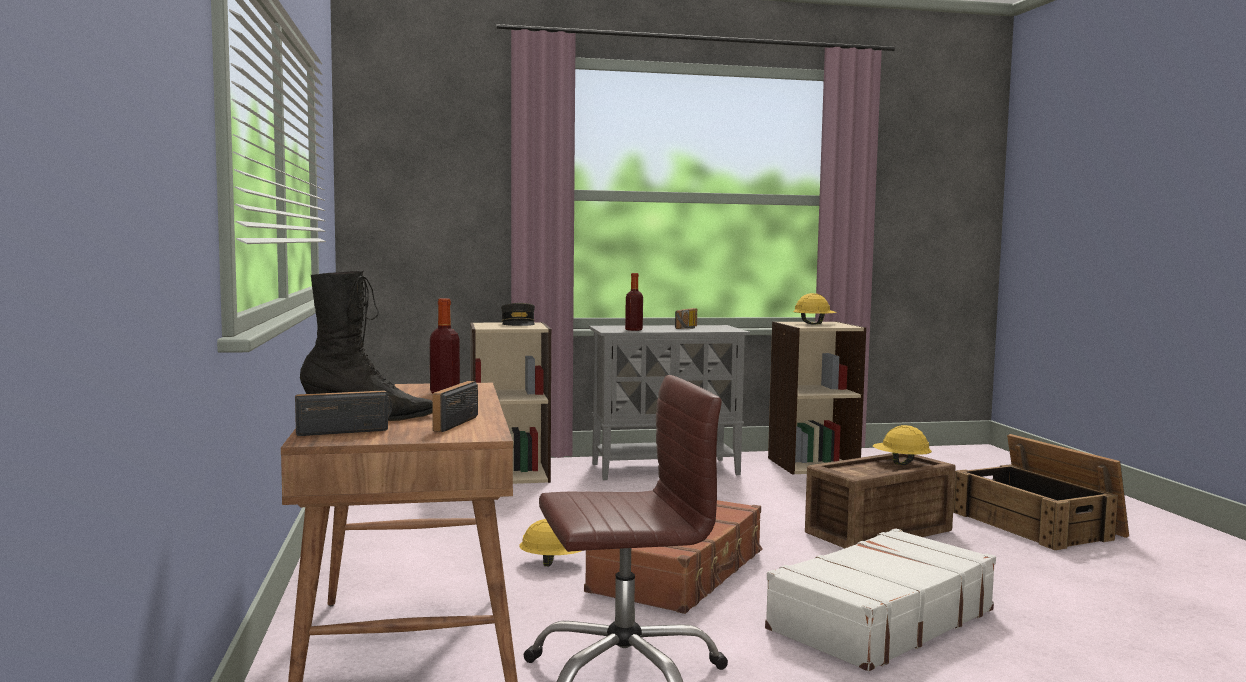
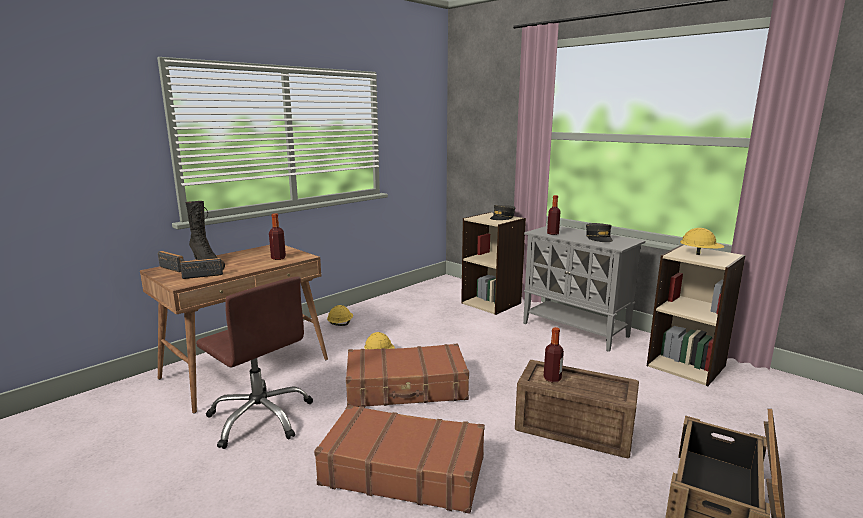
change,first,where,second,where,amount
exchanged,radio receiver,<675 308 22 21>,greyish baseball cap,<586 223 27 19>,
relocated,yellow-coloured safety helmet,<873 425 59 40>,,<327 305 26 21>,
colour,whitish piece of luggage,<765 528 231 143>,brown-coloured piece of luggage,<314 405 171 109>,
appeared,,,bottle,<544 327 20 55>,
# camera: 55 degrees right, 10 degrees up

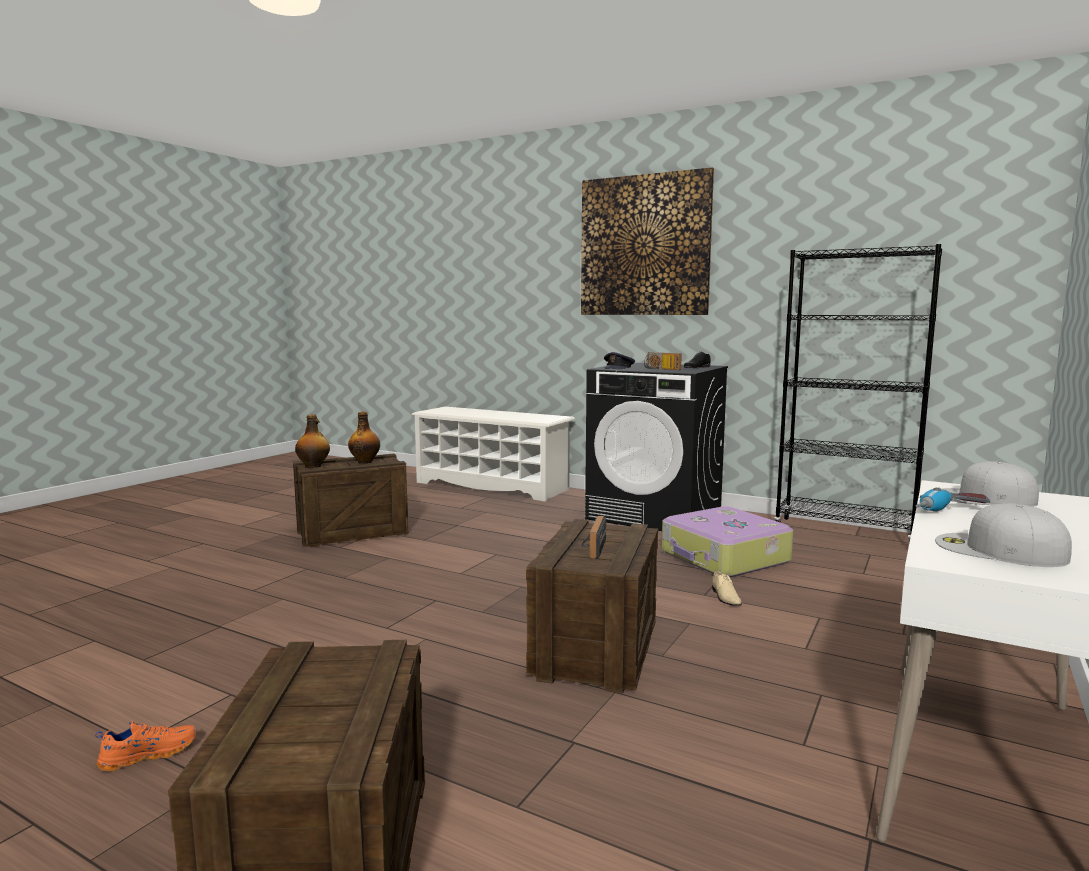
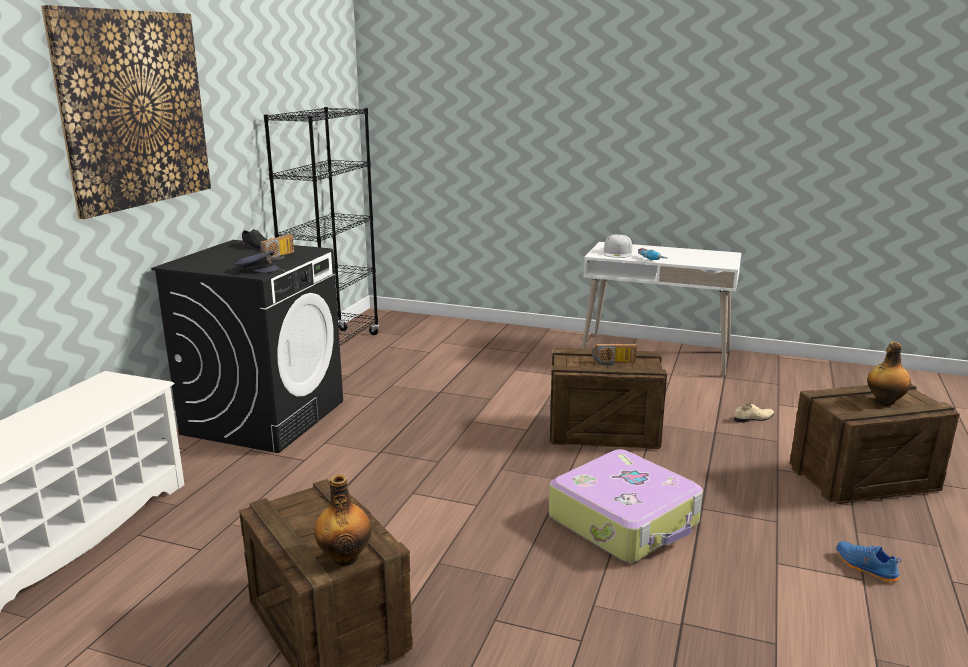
change,first,where,second,where,amount
relocated,bottle,<348 412 32 52>,,<867 342 44 63>,
missing,whitish baseball cap,<935 503 137 64>,,,
relocated,piece of luggage,<662 506 132 71>,,<549 449 154 113>,
relocated,beige-coloured item of footwear,<712 571 30 35>,,<734 403 40 20>,
colour,orangey item of footwear,<95 721 102 50>,blue item of footwear,<837 541 65 41>,
# camera: 100 degrees left, 10 degrees up

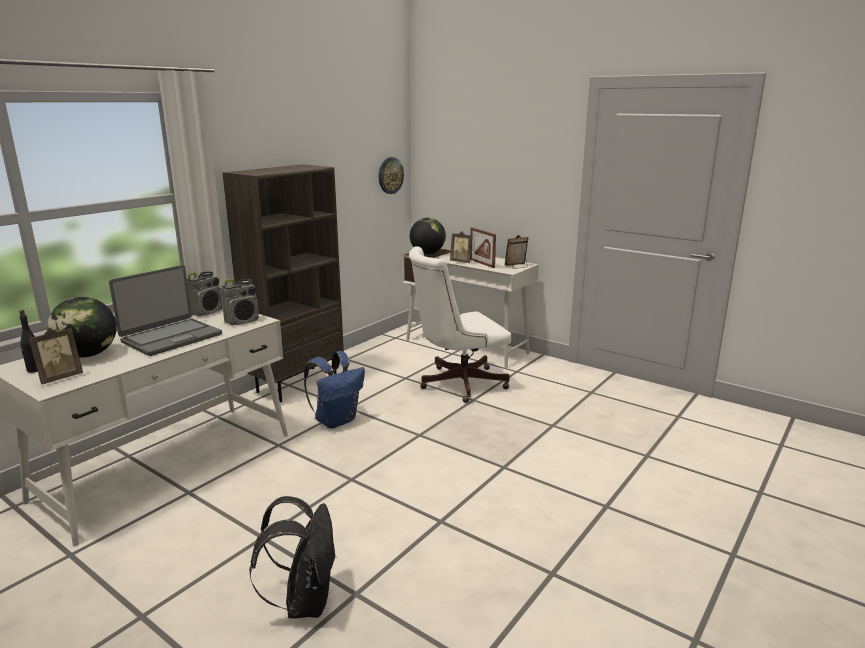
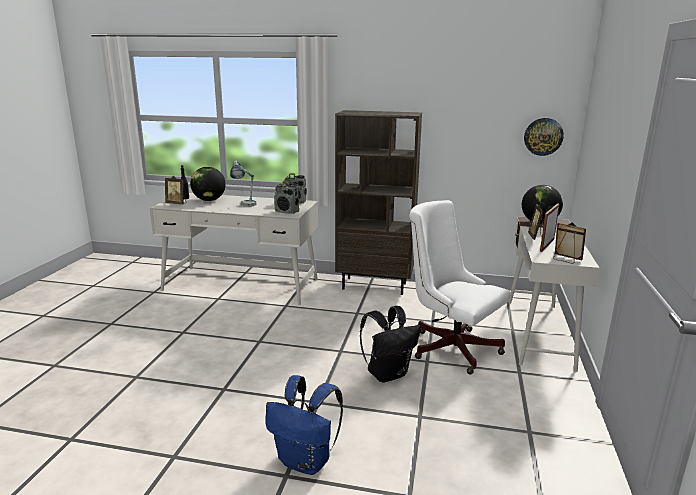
change,first,where,second,where,amount
exchanged,notebook computer,<109 265 113 91>,tabletop lamp,<230 160 26 47>,
relocated,blue backpack,<304 351 61 78>,,<265 375 78 100>,
relocated,black-coloured backpack,<249 496 88 123>,,<360 306 61 77>,
# camera: 65 degrees right, 0 degrees up

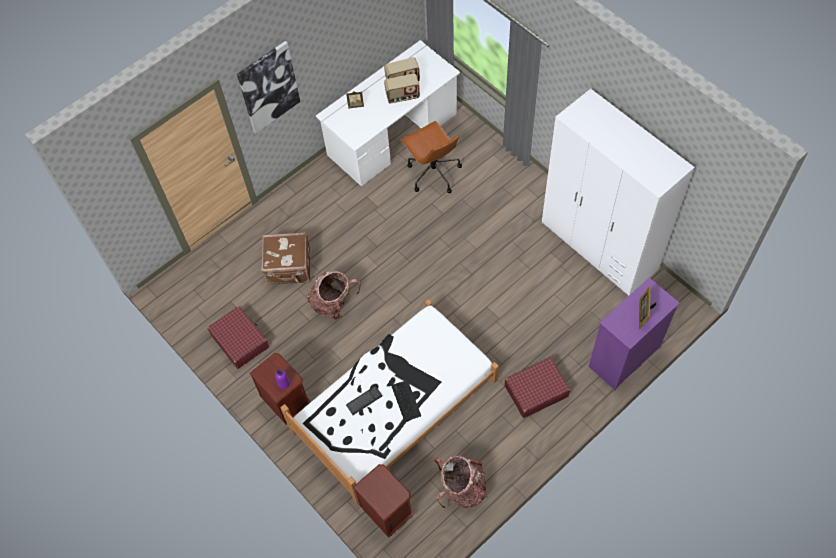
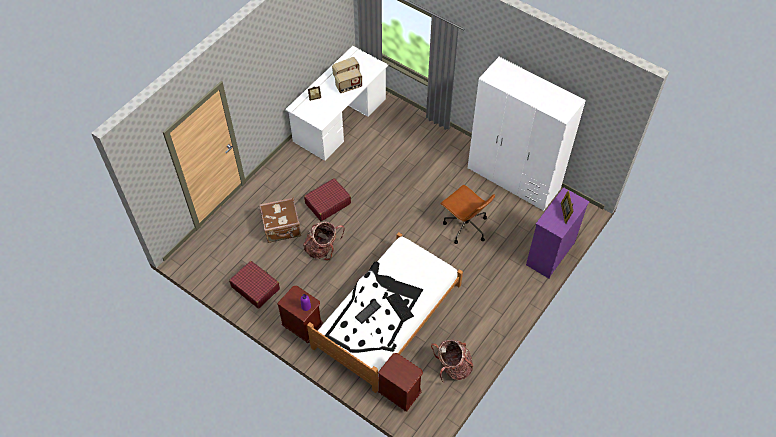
change,first,where,second,where,amount
missing,wall picture,<237 41 63 92>,,,
relocated,brown-coloured desk chair,<401 121 61 72>,,<440 185 55 59>,
relocated,red-coloured piece of luggage,<504 357 66 61>,,<304 178 47 43>,
# camera: 15 degrees left, 5 degrees down

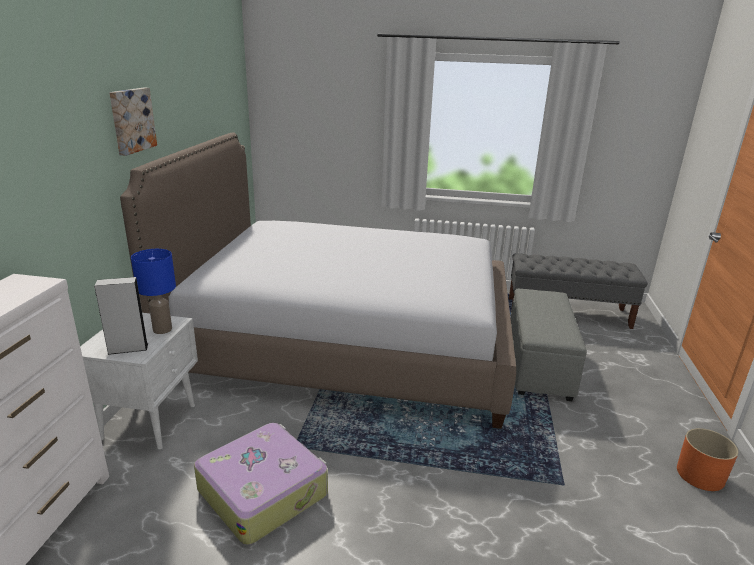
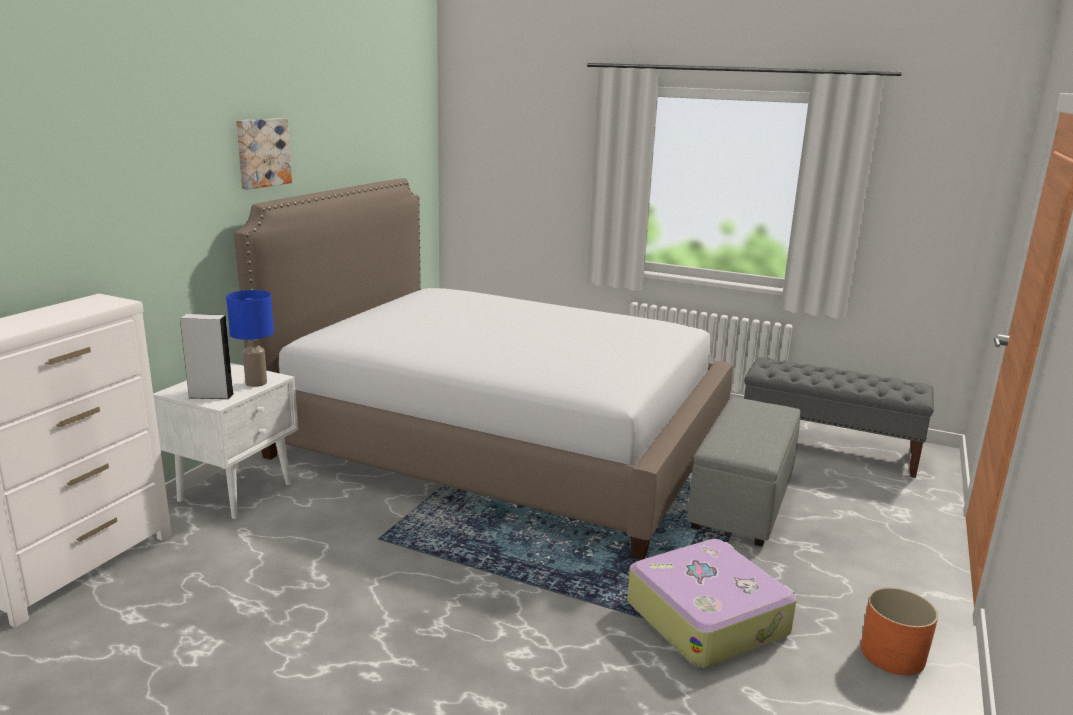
change,first,where,second,where,amount
relocated,piece of luggage,<194 423 134 122>,,<627 539 170 129>,
# camera: 15 degrees right, 5 degrees down

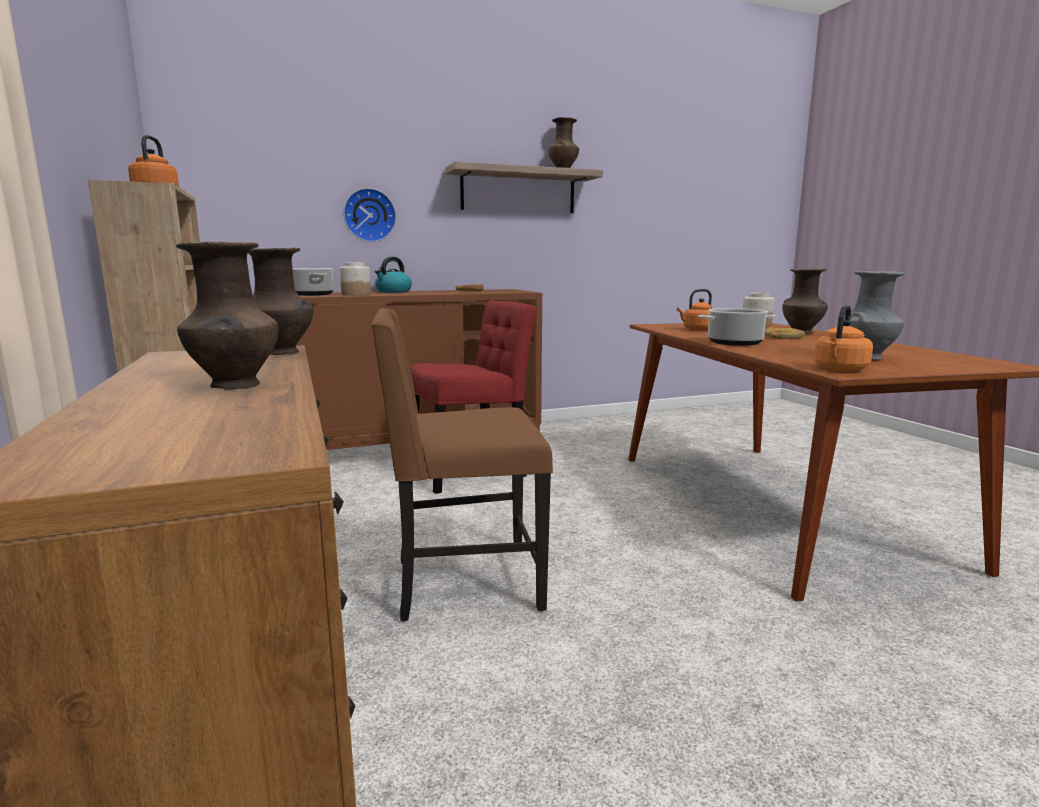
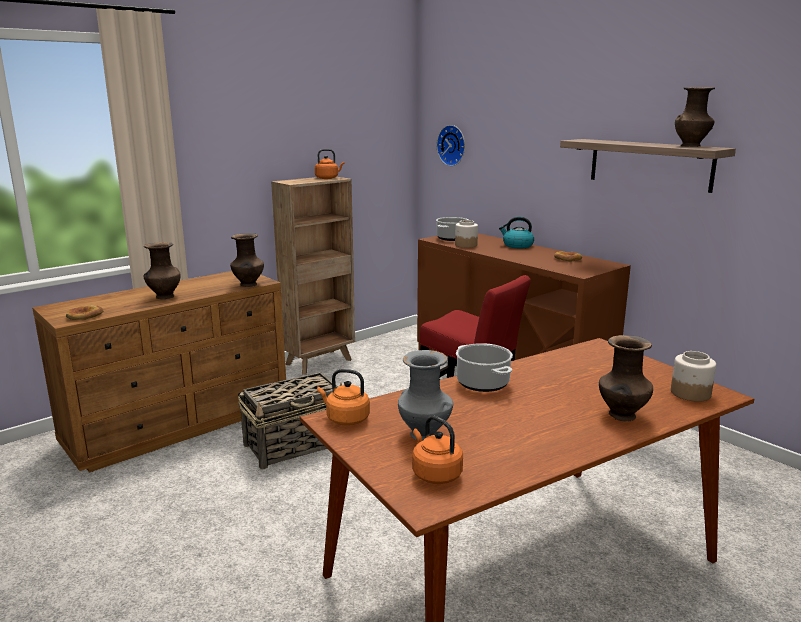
change,first,where,second,where,amount
relocated,hanging clock,<343 188 53 54>,,<436 125 29 41>,
relocated,orangey tea kettle,<677 289 35 42>,,<412 416 51 68>,
exchanged,brown-coloured plain chair,<371 308 182 313>,household basket,<238 372 104 97>,
relocated,bread,<764 327 41 12>,,<66 305 37 15>,
# camera: 70 degrees right, 5 degrees up

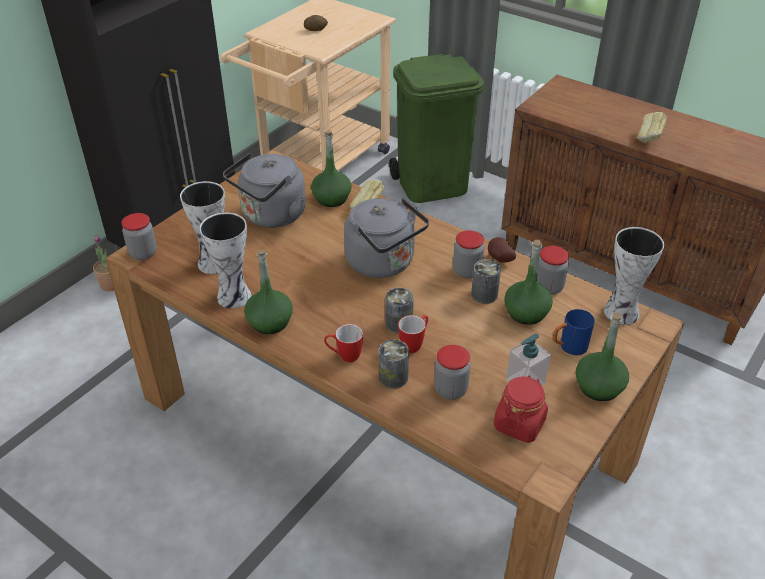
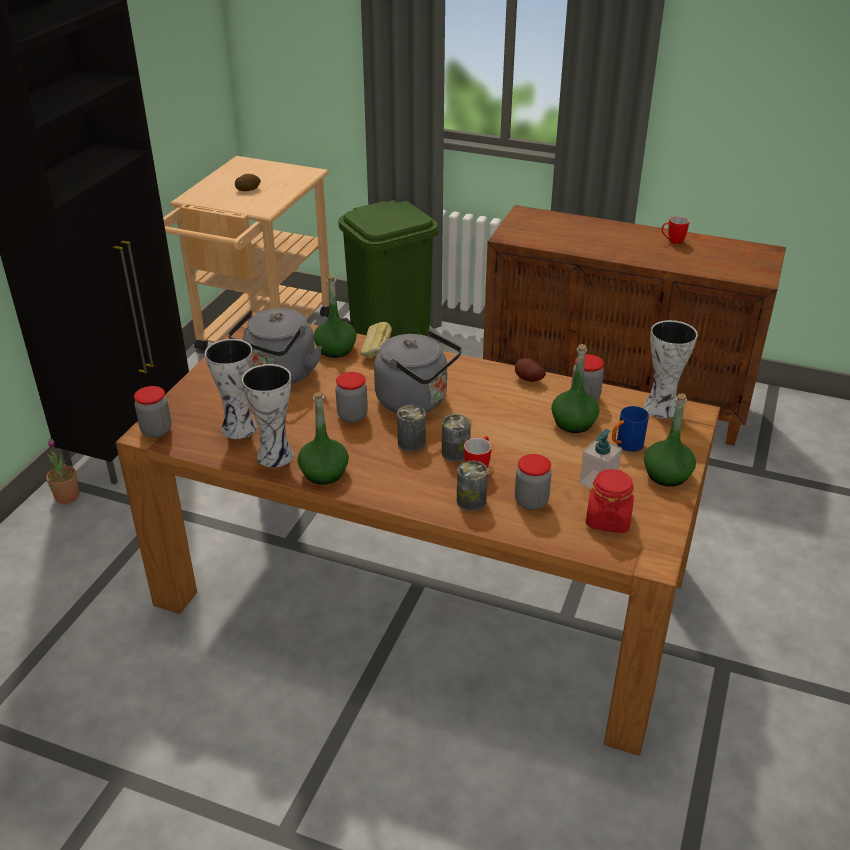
change,first,where,second,where,amount
missing,bread,<637 112 30 31>,,,
relocated,jar,<453 230 31 49>,,<335 372 33 51>,
relocated,sealed can,<471 259 30 45>,,<397 405 29 47>,
relocated,mug,<324 324 39 38>,,<661 216 29 28>,
# camera: 15 degrees left, 5 degrees down

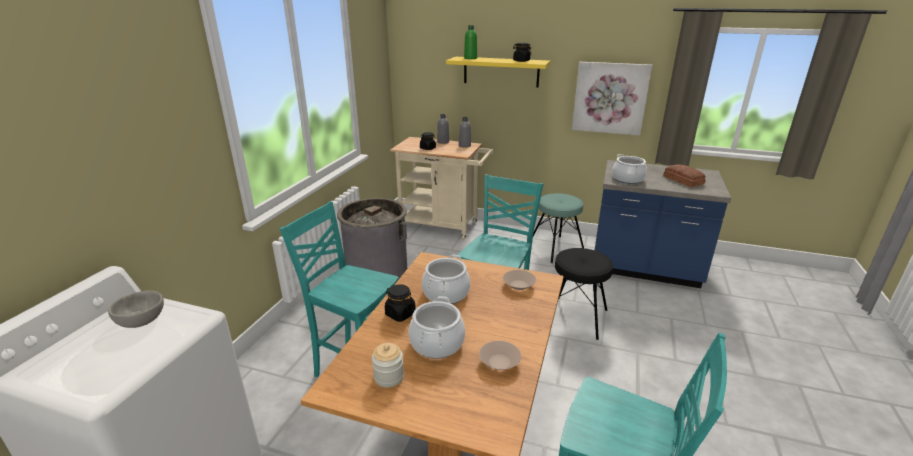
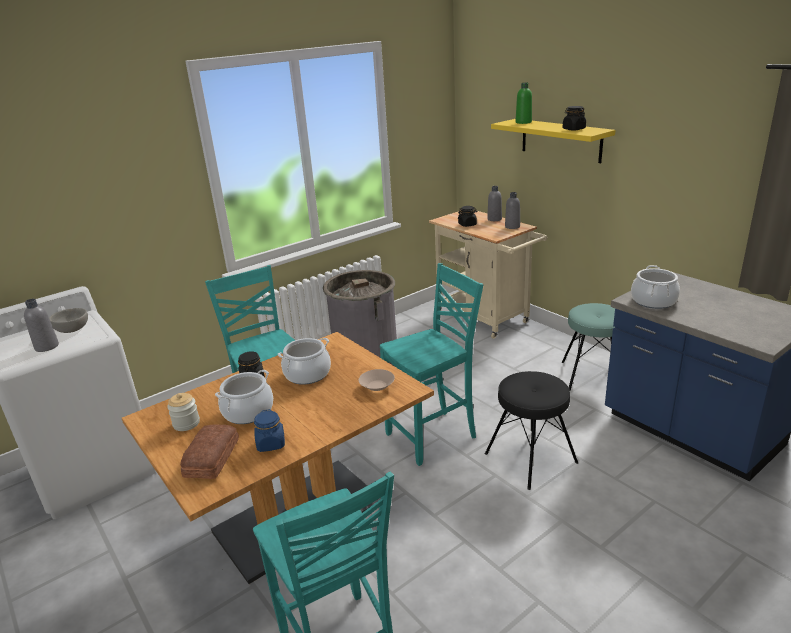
change,first,where,second,where,amount
missing,wall picture,<572 62 80 74>,,,
relocated,bread,<663 164 43 23>,,<180 424 59 55>,
exchanged,beige-coloured serving bowl,<479 341 42 29>,blue jar,<254 409 31 43>,
appeared,,,greyish bottle,<24 299 35 53>,
# camera: 35 degrees right, 0 degrees up

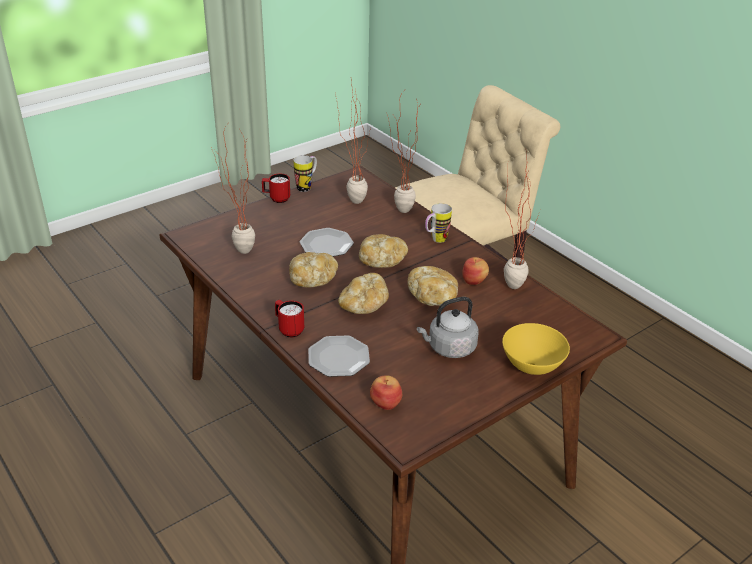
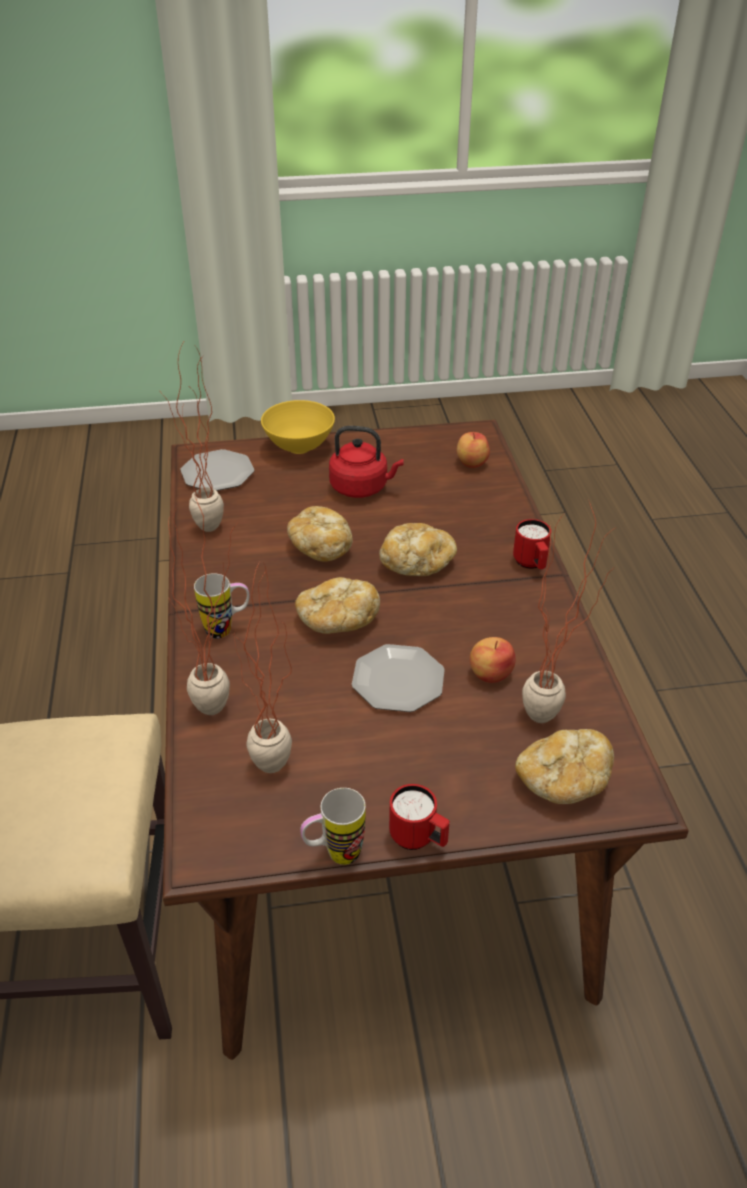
change,first,where,second,where,amount
relocated,bread,<289 252 49 36>,,<515 729 99 75>,
relocated,apple fruit,<462 257 27 28>,,<470 637 46 46>,
colour,greyish tea kettle,<417 297 61 61>,red-coloured tea kettle,<329 426 75 72>,
relocated,plate,<308 336 62 41>,,<180 449 74 42>,
# camera: 150 degrees left, 5 degrees up

